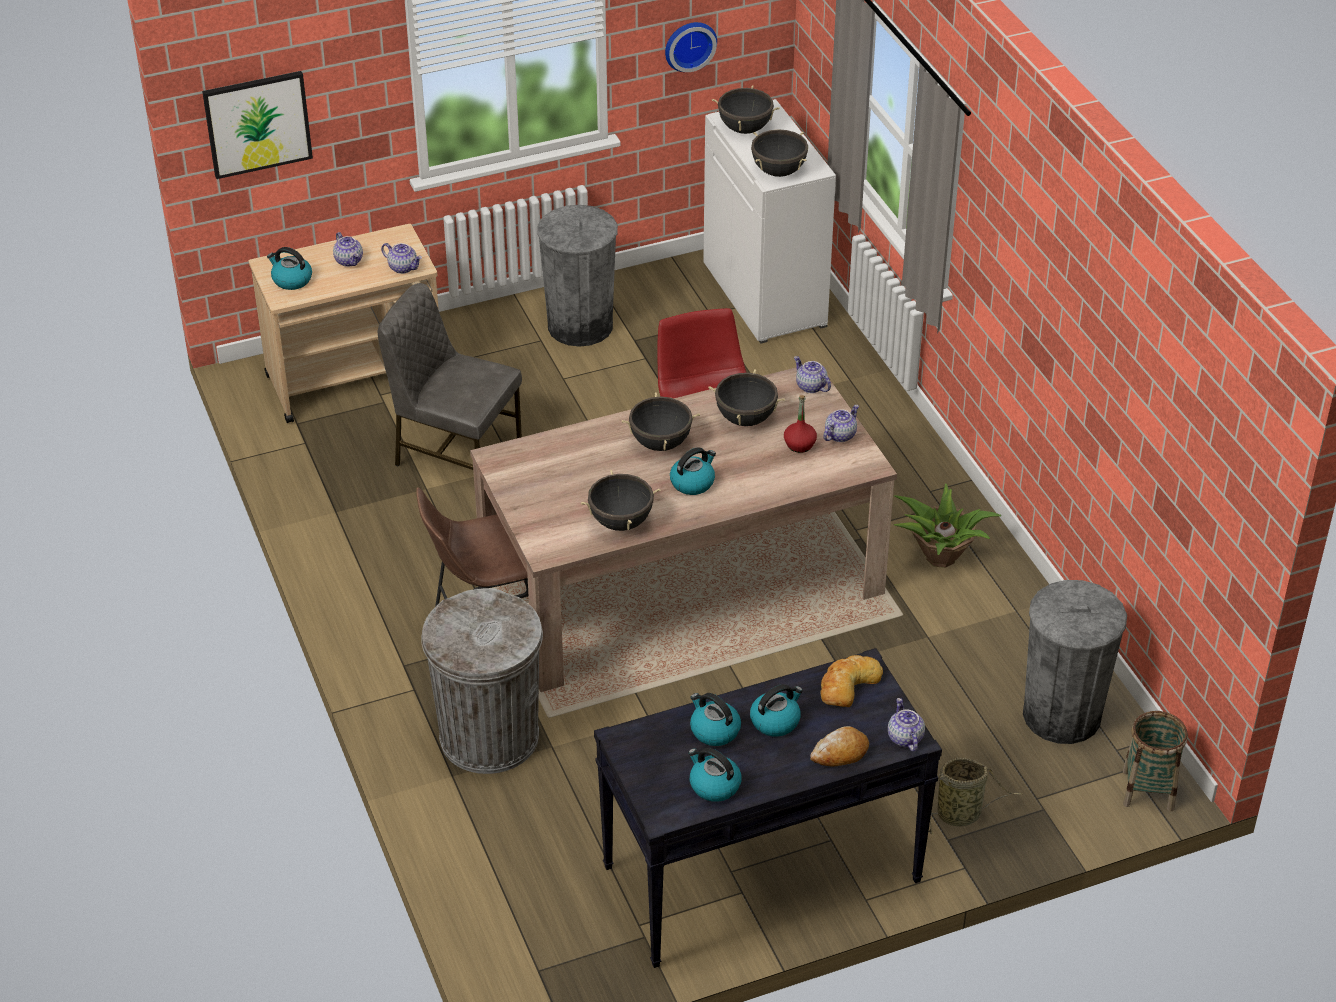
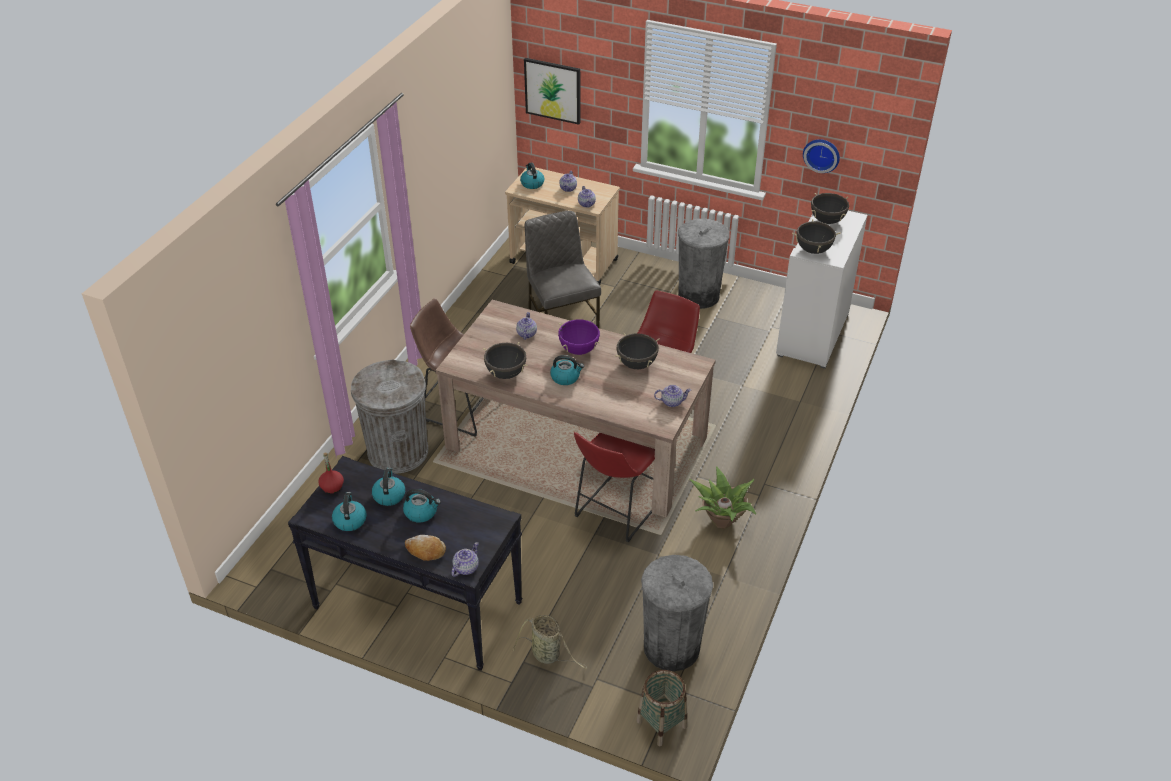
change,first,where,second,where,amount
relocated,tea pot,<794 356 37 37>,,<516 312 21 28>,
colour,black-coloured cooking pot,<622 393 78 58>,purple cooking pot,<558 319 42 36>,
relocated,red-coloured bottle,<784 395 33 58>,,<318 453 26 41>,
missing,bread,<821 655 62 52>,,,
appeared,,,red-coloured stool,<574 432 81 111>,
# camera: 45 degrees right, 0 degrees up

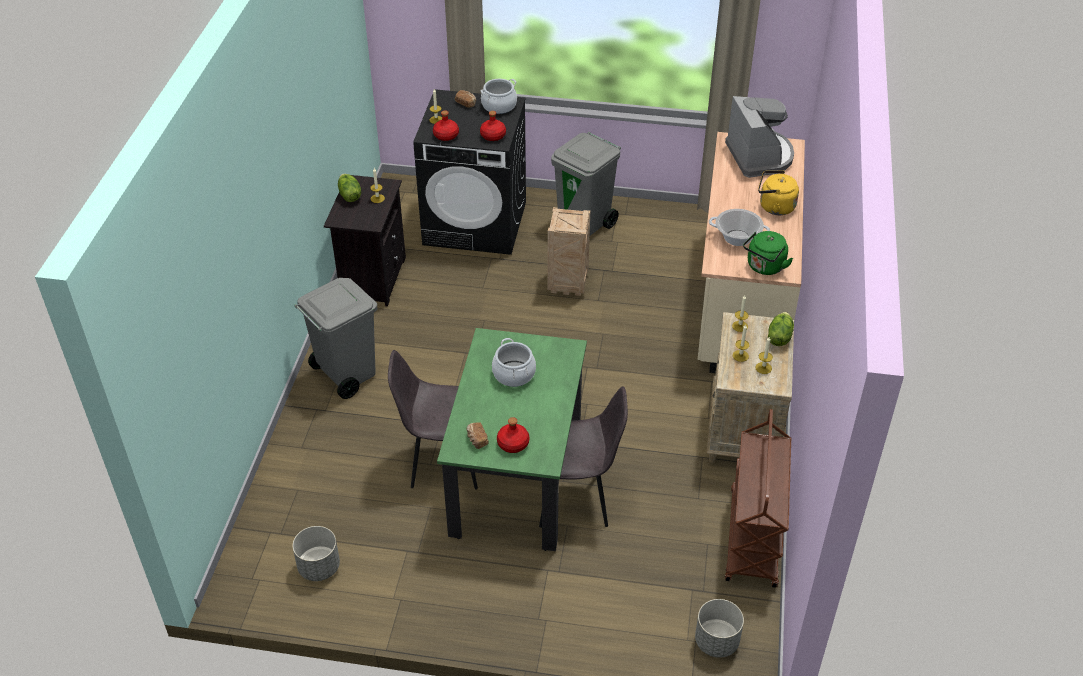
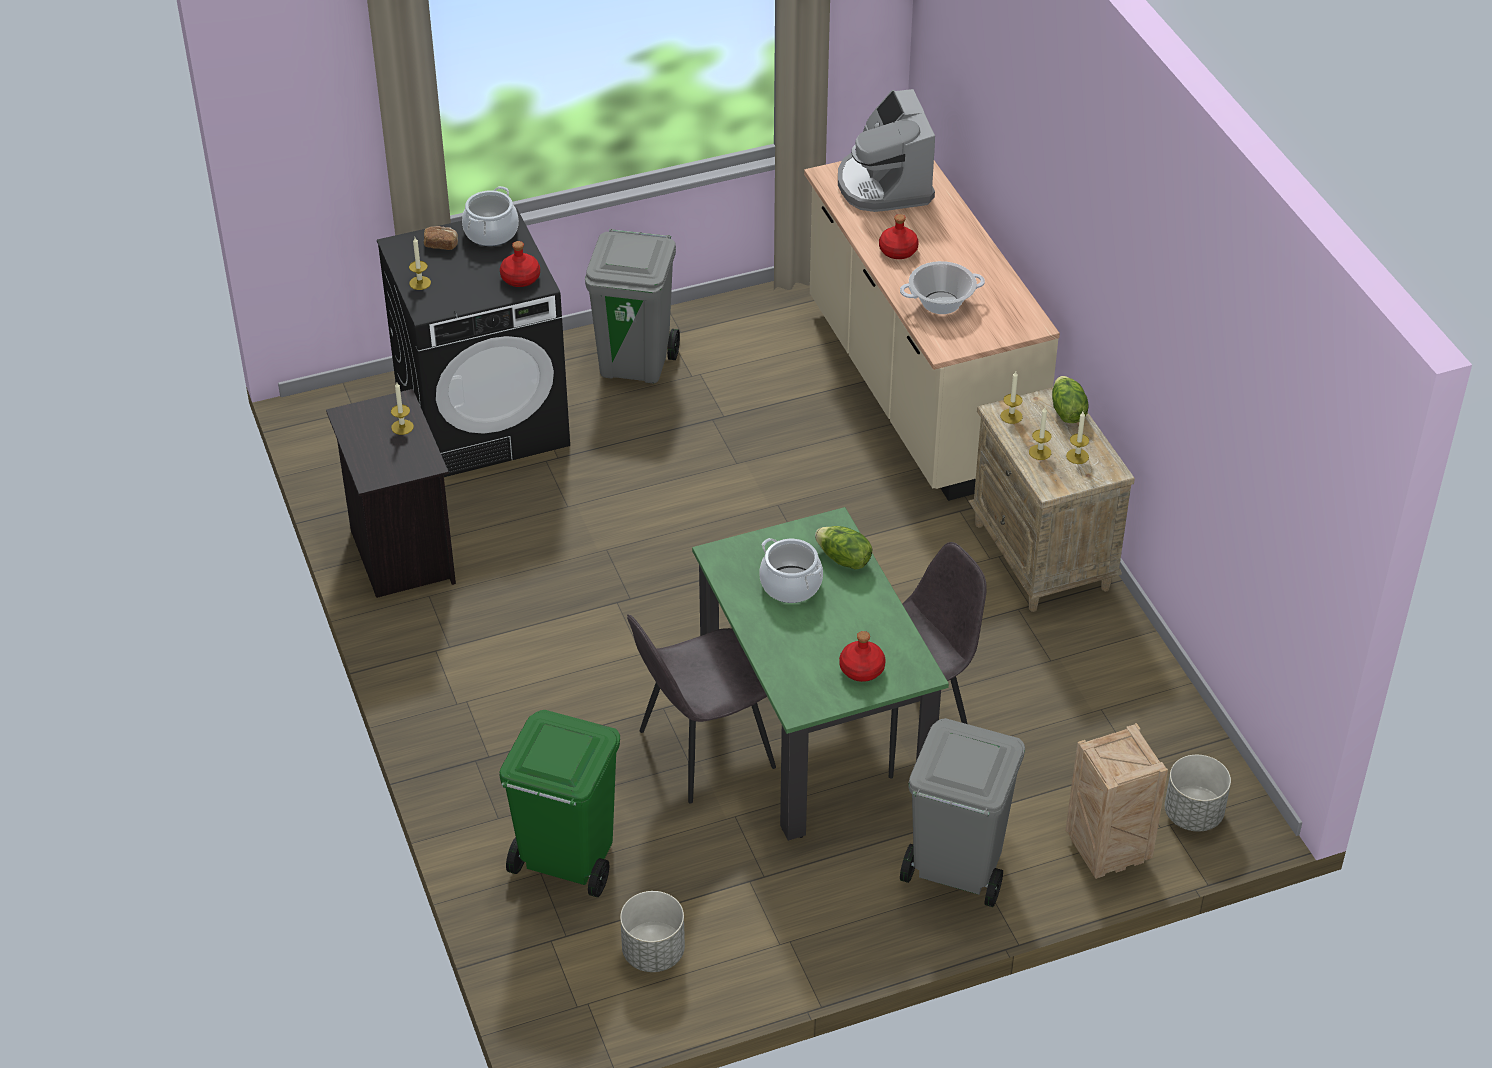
change,first,where,second,where,amount
spun,coffee maker,<725 96 69 82>,,<838 89 97 123>,150 degrees counterclockwise
relocated,red-coloured bottle,<433 110 26 31>,,<879 214 40 45>,
missing,yellow-coloured tea kettle,<758 171 41 44>,,,
relocated,lettuce,<338 174 23 28>,,<815 526 57 44>,
relocated,packing crate,<547 207 43 89>,,<1065 723 103 156>,
missing,greenish tea kettle,<743 231 50 44>,,,
relocated,greyish waste bin,<294 278 83 121>,,<900 718 125 189>,
missing,brown-coloured wheeled cart,<725 409 66 179>,,,
missing,bread,<466 422 23 27>,,,
appeared,,,greenish waste bin,<499 710 121 187>,
# camera: 30 degrees left, 0 degrees up

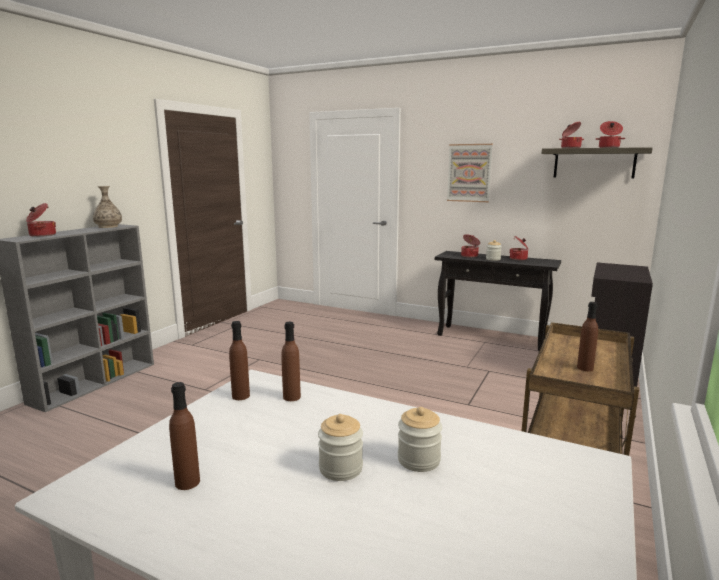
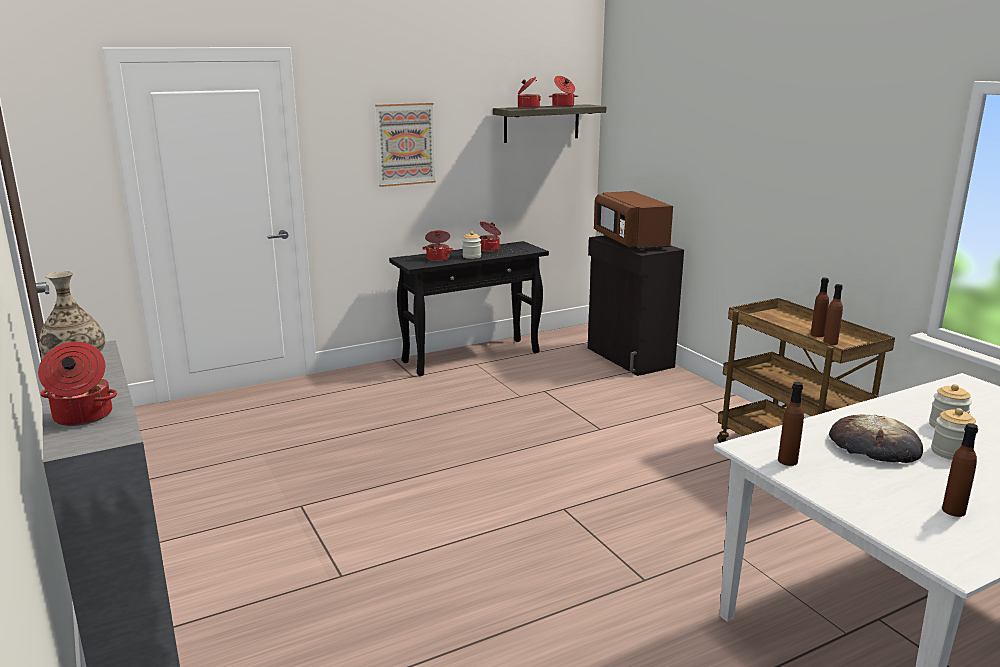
change,first,where,second,where,amount
relocated,brown-coloured bottle,<281 322 20 79>,,<824 284 19 61>,
appeared,,,brown-coloured microwave,<594 191 79 60>,
appeared,,,bread,<829 415 94 48>,
# camera: 55 degrees left, 5 degrees up

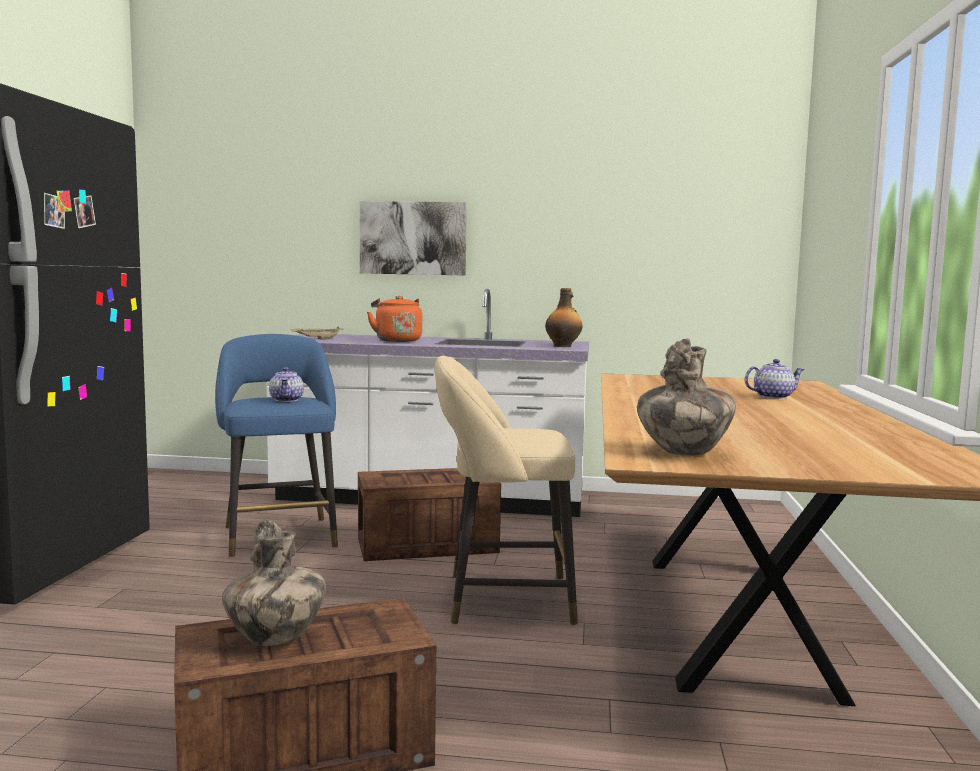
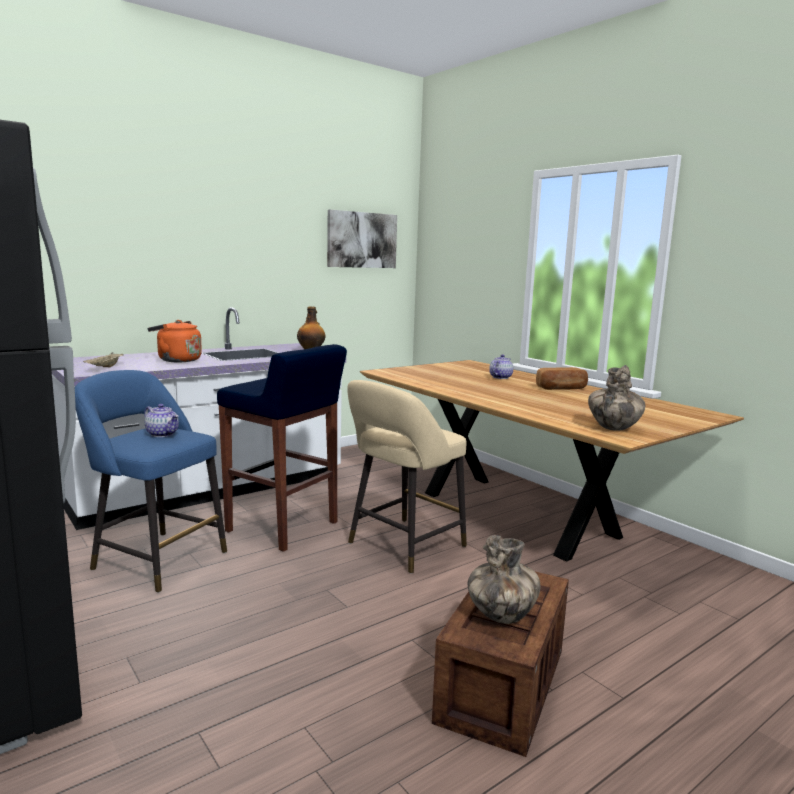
change,first,where,second,where,amount
relocated,wall picture,<360 201 107 75>,,<327 210 70 58>,
exchanged,packing crate,<358 468 143 93>,blue stool,<217 344 130 208>,
appeared,,,bread,<536 367 52 23>,
# camera: 45 degrees left, 5 degrees up

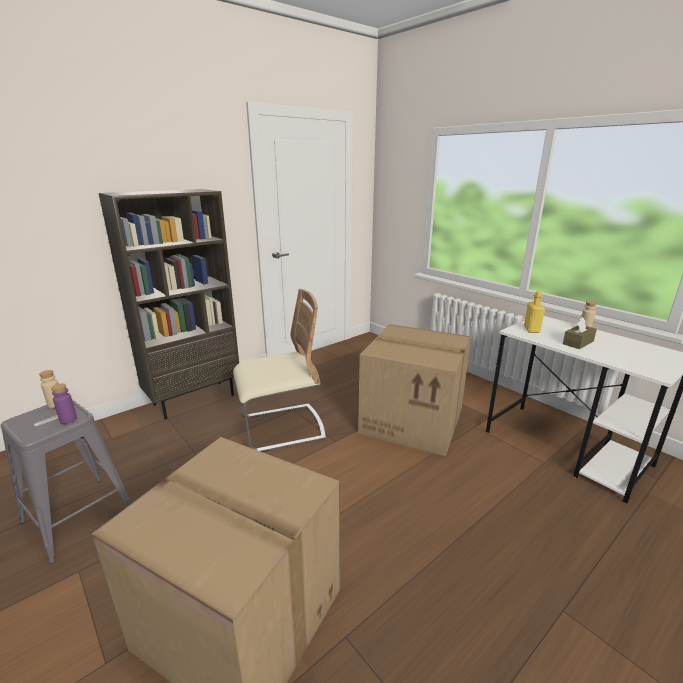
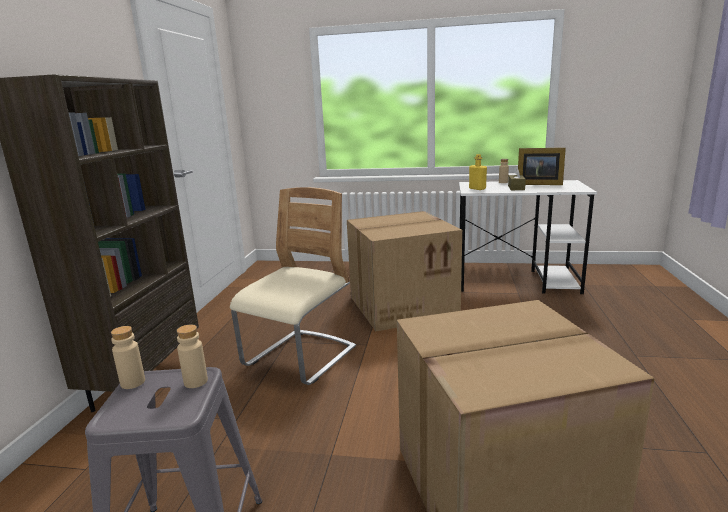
change,first,where,second,where,amount
colour,purple bottle,<51 383 26 41>,beige-coloured bottle,<177 325 31 63>,
appeared,,,standing frame,<518 148 48 37>,
# camera: 40 degrees left, 5 degrees down

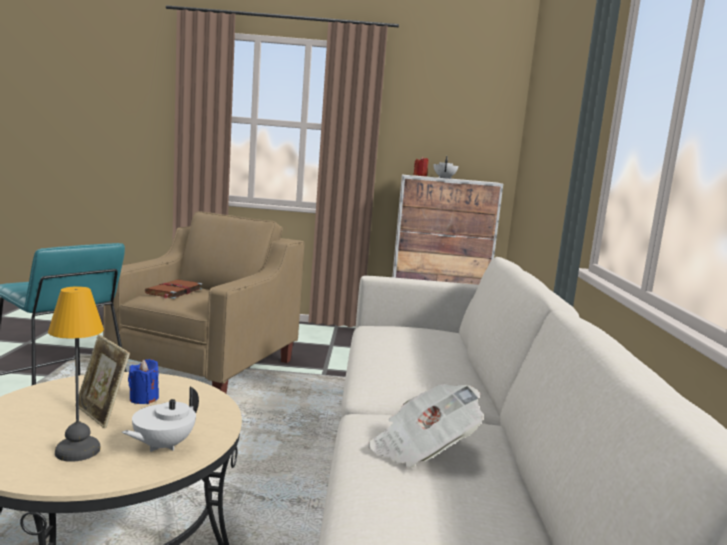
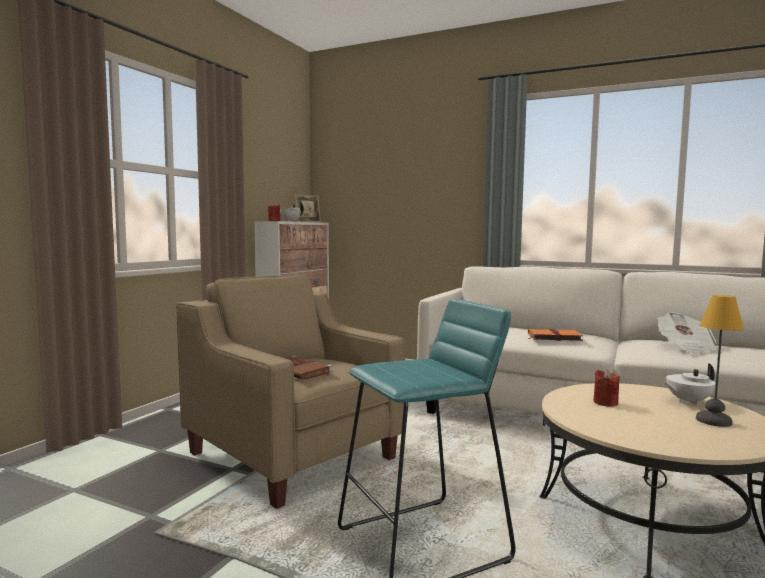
change,first,where,second,where,amount
relocated,standing frame,<75 335 55 93>,,<295 194 26 28>,
colour,blue candle,<128 359 31 45>,red-coloured candle,<593 370 27 36>,
spun,whitish tea pot,<122 387 77 65>,,<663 363 53 42>,105 degrees clockwise
appeared,,,orangey book,<528 329 55 12>,
# camera: 65 degrees left, 5 degrees down

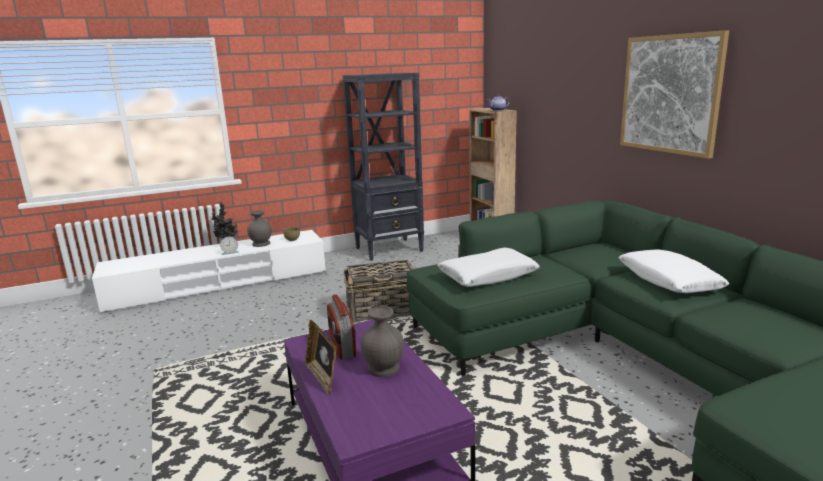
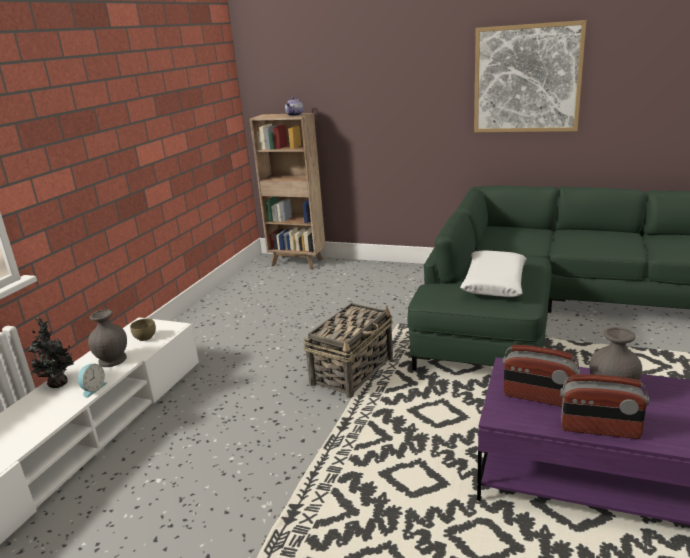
change,first,where,second,where,amount
missing,black-coloured bookshelf,<343 73 81 188>,,,
missing,whitish throw pillow,<619 249 110 44>,,,
exchanged,standing frame,<305 320 32 74>,radio receiver,<560 374 89 65>,
# camera: 45 degrees left, 5 degrees up

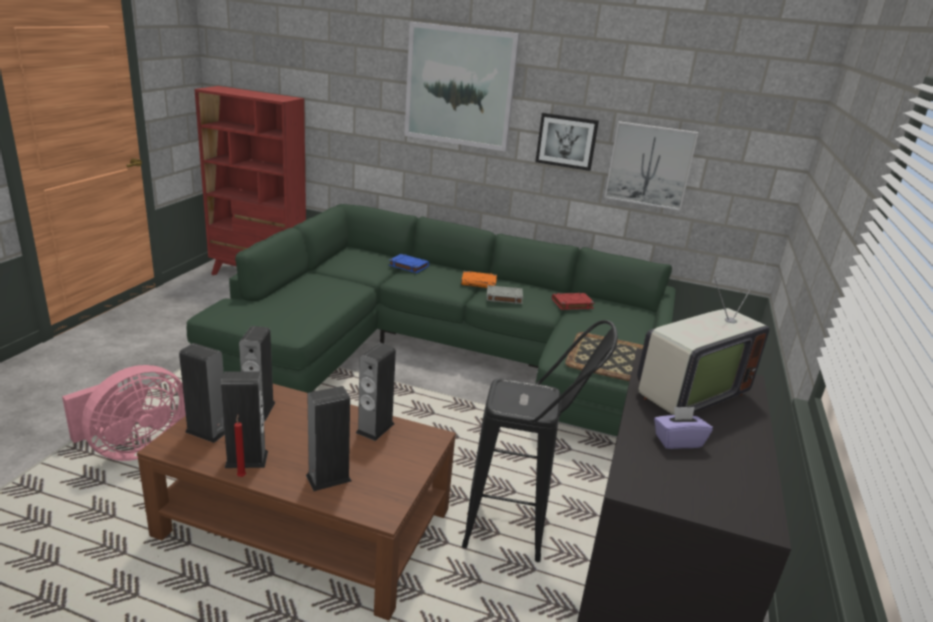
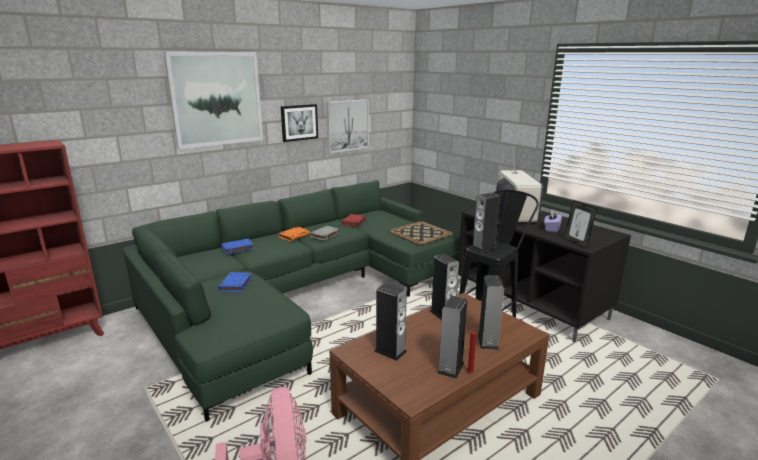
change,first,where,second,where,amount
relocated,loudspeaker,<179 343 46 100>,,<472 192 28 60>,
appeared,,,standing frame,<564 200 33 49>,
appeared,,,blue book,<218 272 34 20>,
# camera: 55 degrees left, 5 degrees down

